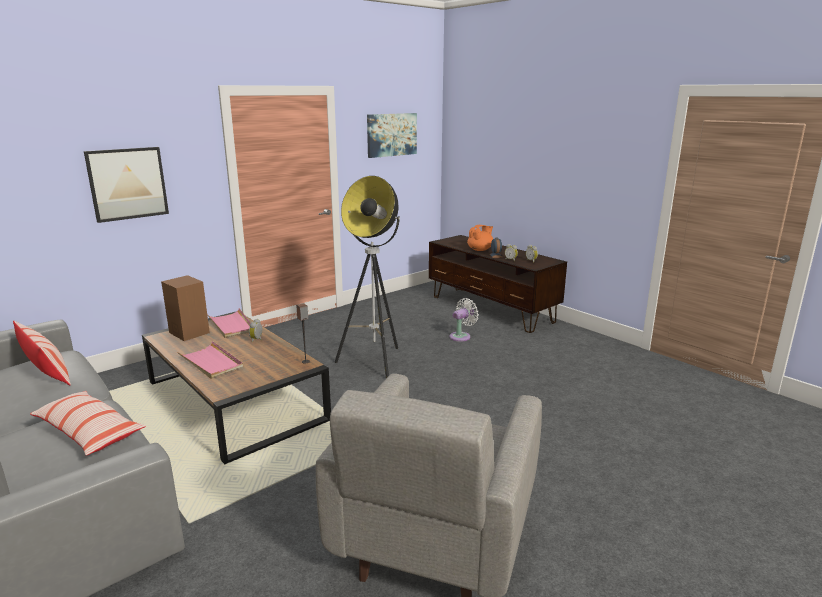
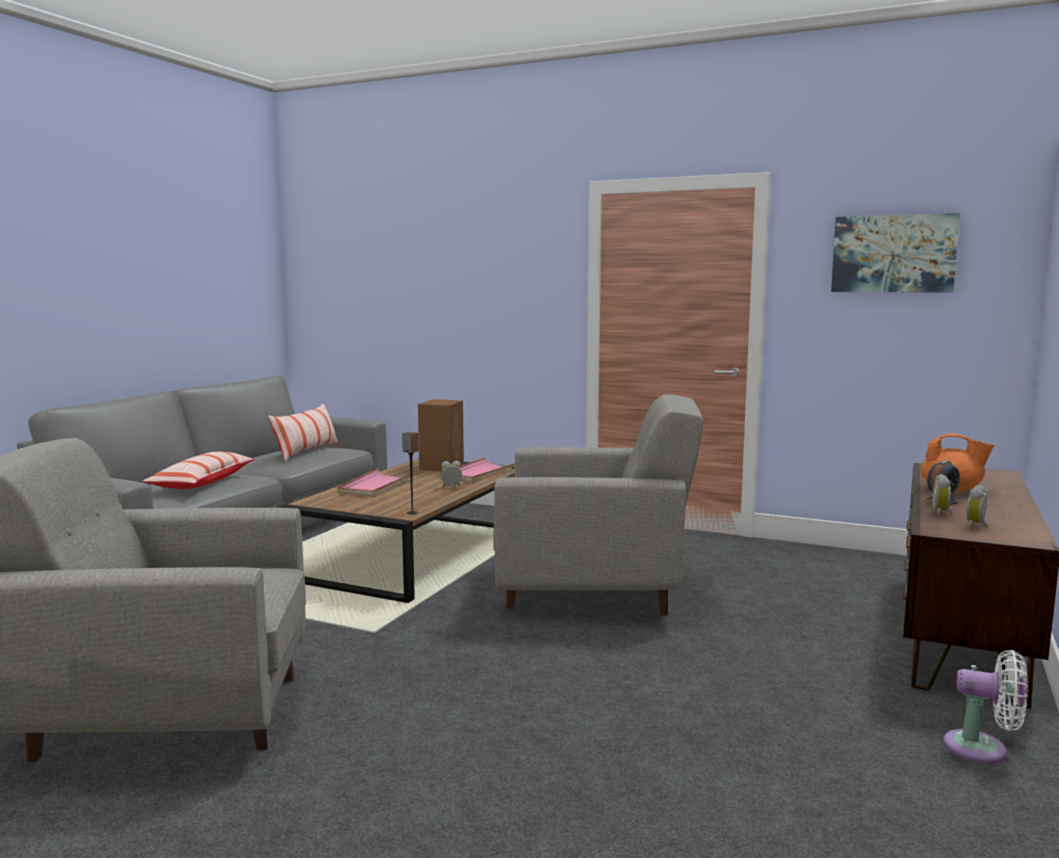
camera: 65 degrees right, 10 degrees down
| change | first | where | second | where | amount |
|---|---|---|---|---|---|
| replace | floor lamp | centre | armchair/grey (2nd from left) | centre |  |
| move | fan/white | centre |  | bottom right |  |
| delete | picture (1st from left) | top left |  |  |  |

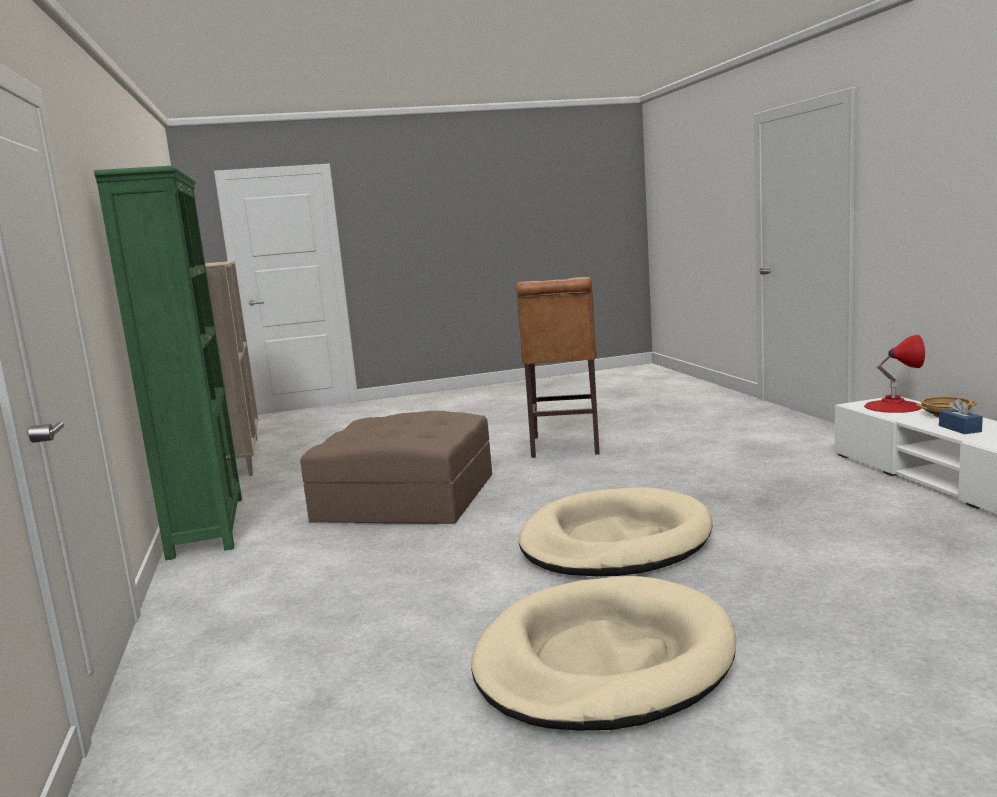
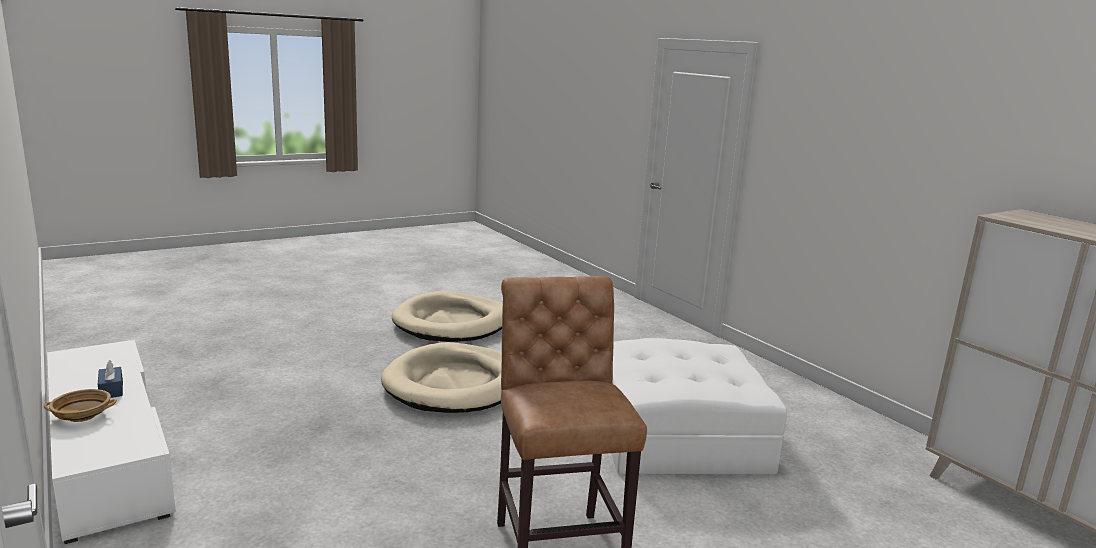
camera: 160 degrees right, 5 degrees up
| change | first | where | second | where | amount |
|---|---|---|---|---|---|
| recolor | ottoman/brown | centre | ottoman/white | bottom centre |  |
| delete | bookcase/green | middle left |  |  |  |
| delete | table lamp/red | middle right |  |  |  |

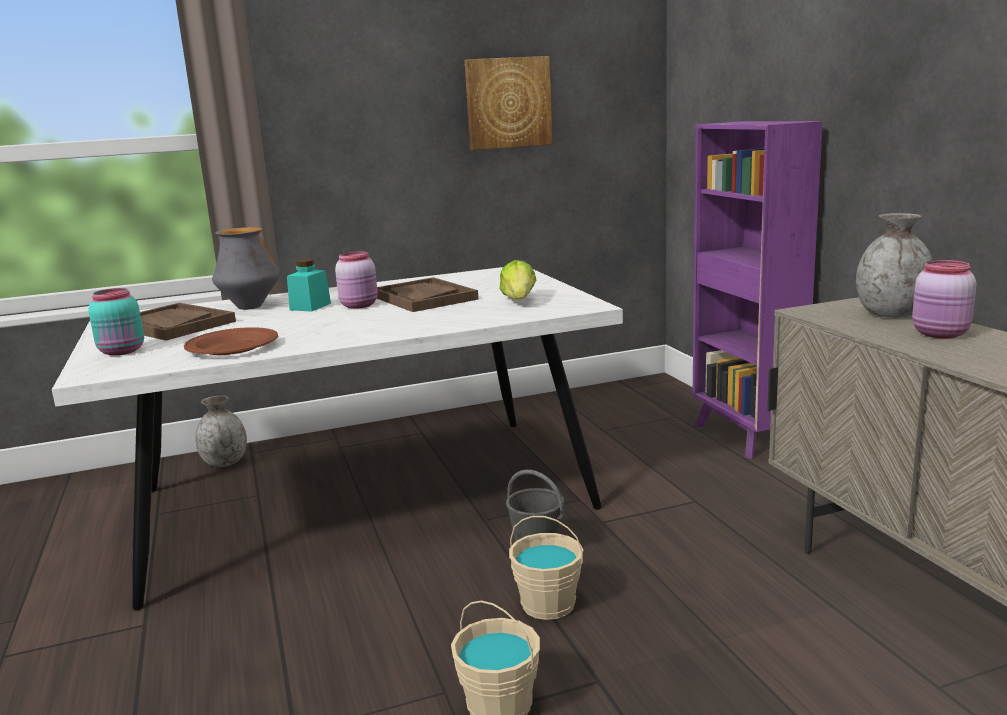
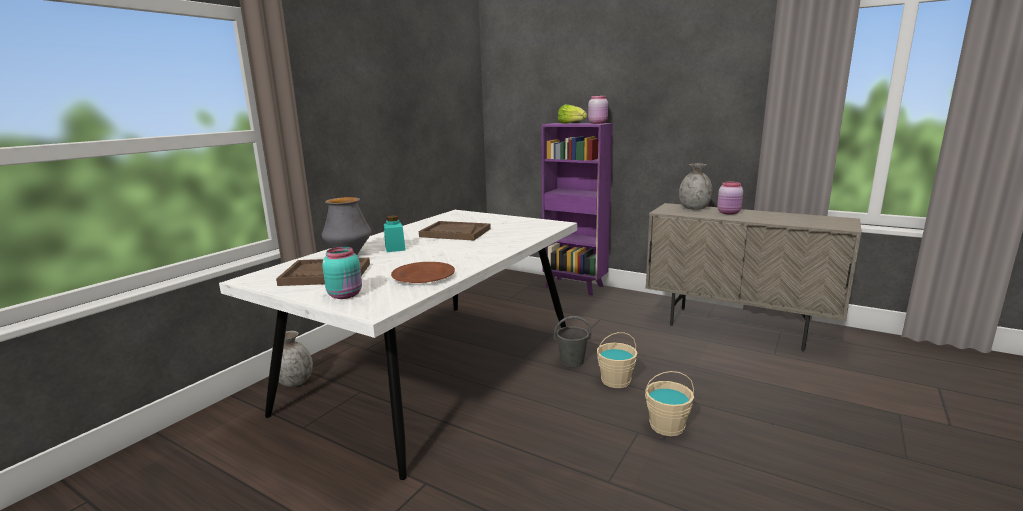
camera: 40 degrees left, 0 degrees up
| change | first | where | second | where | amount |
|---|---|---|---|---|---|
| move | lettuce | centre |  | top centre |  |
| move | jar/pink (1st from left) | centre |  | top centre |  |
| delete | picture | top centre |  |  |  |

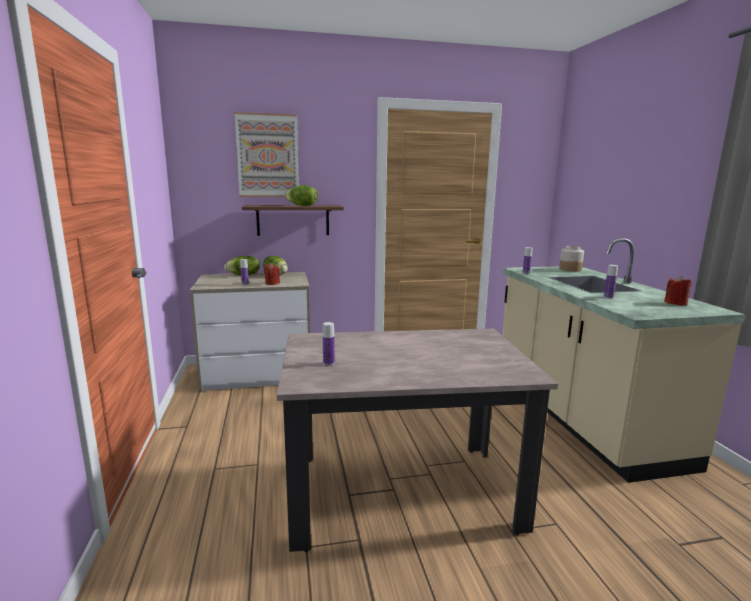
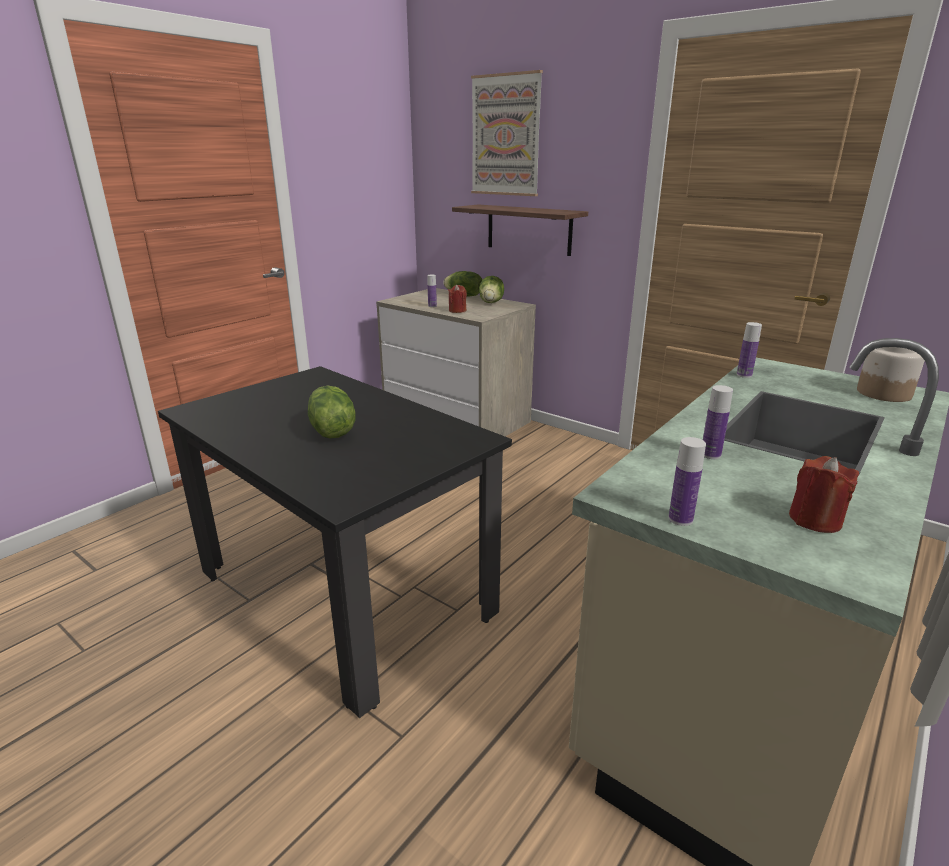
camera: 50 degrees right, 10 degrees up
| change | first | where | second | where | amount |
|---|---|---|---|---|---|
| recolor | dining table/beige | bottom centre | dining table/black | centre |  |
| move | lettuce (3rd from left in the first image) | top centre | lettuce (1st from left) | centre |  |
| move | bottle (2nd from left) | centre |  | middle right |  |

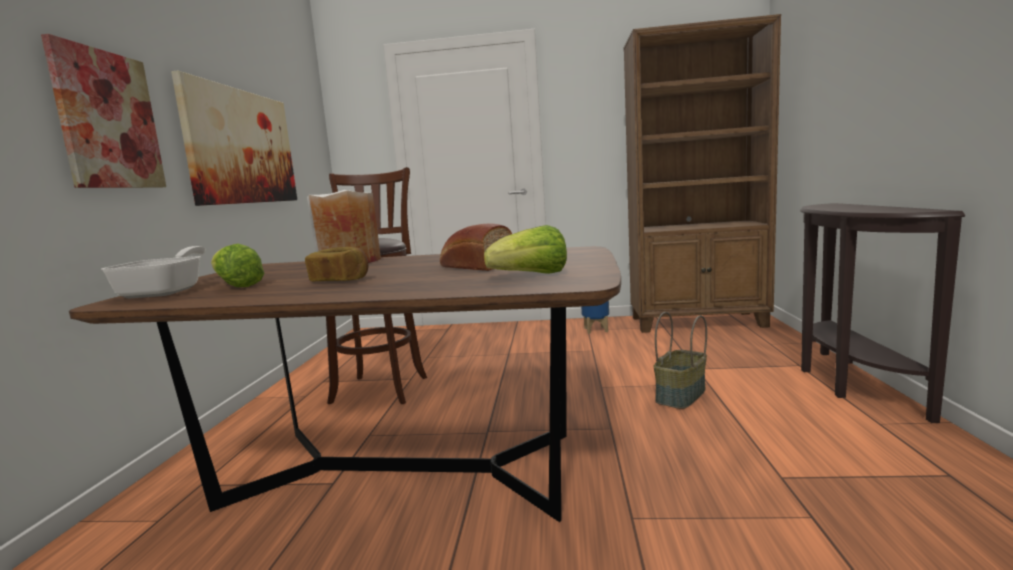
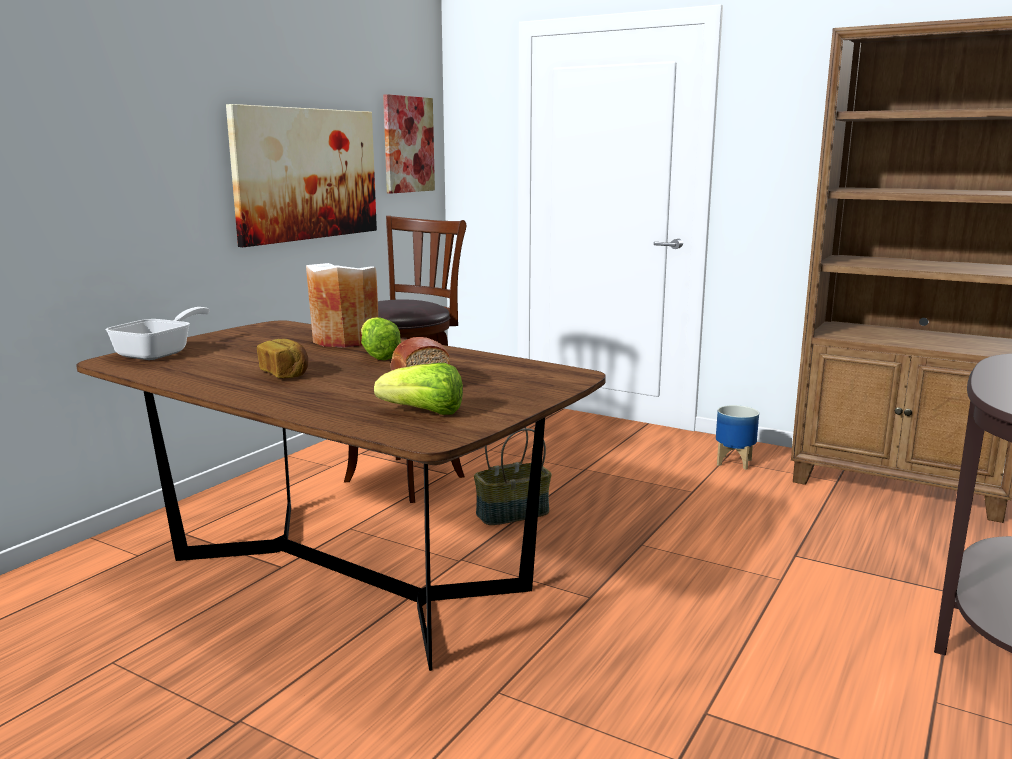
camera: 25 degrees right, 5 degrees up
| change | first | where | second | where | amount |
|---|---|---|---|---|---|
| move | lettuce (1st from left) | middle left |  | centre |  |
| move | picture (1st from left in the first image) | top left | picture (2nd from left) | top centre |  |
| move | basket | middle right |  | centre |  |

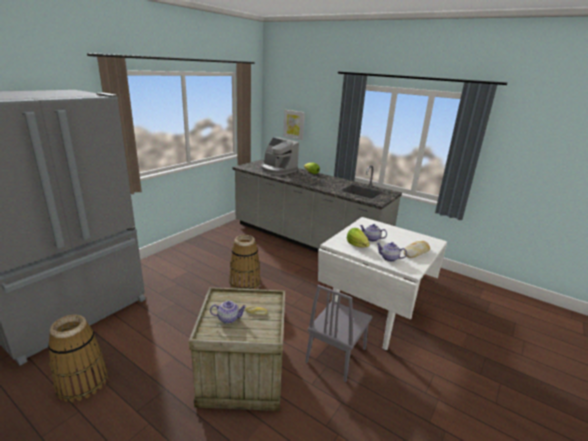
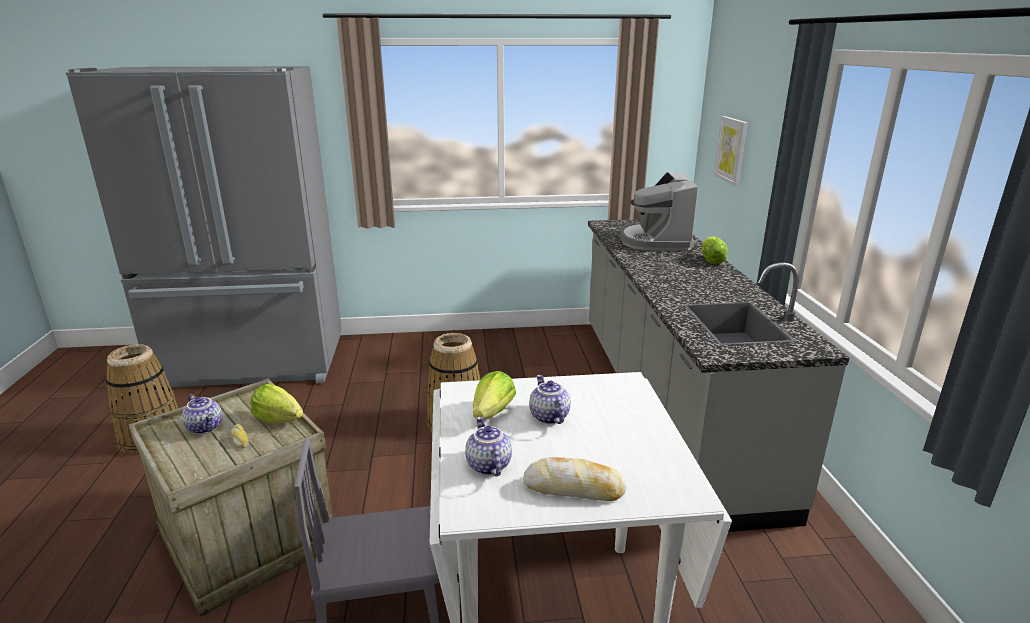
camera: 50 degrees right, 0 degrees up
| change | first | where | second | where | amount |
|---|---|---|---|---|---|
| insert |  |  | lettuce (1st from left) | middle left |  |

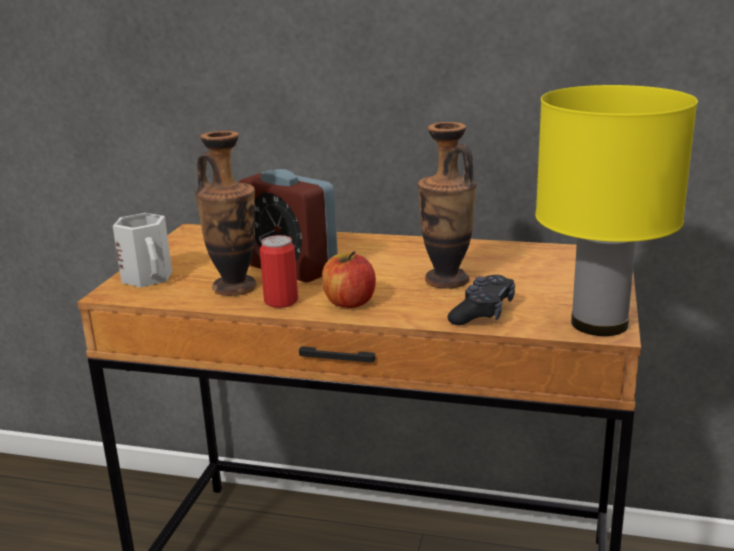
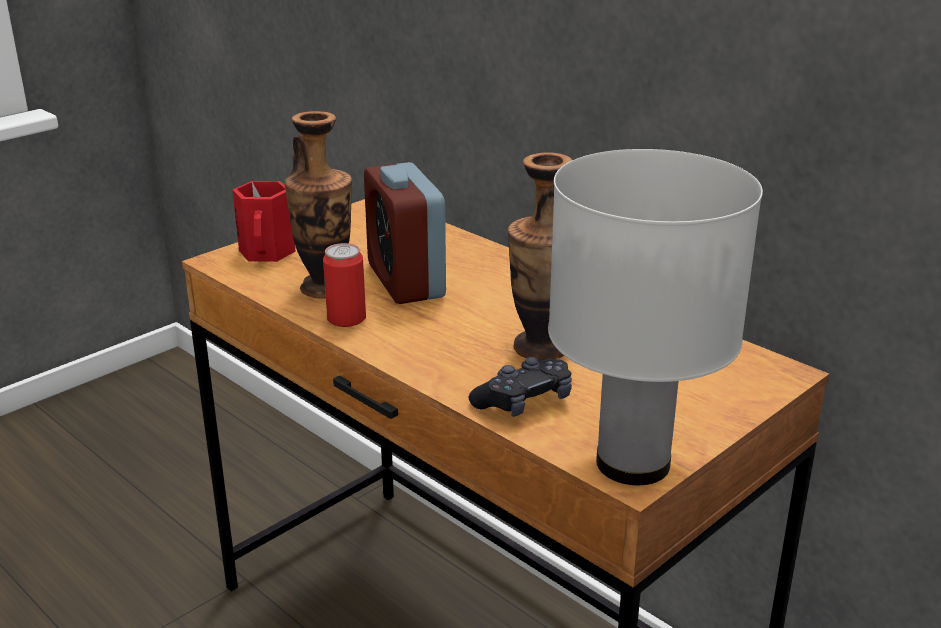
camera: 30 degrees right, 5 degrees up
| change | first | where | second | where | amount |
|---|---|---|---|---|---|
| recolor | mug/white | middle left | mug/red | middle left |  |
| recolor | table lamp/yellow | middle right | table lamp/white | middle right |  |
| delete | apple | centre |  |  |  |

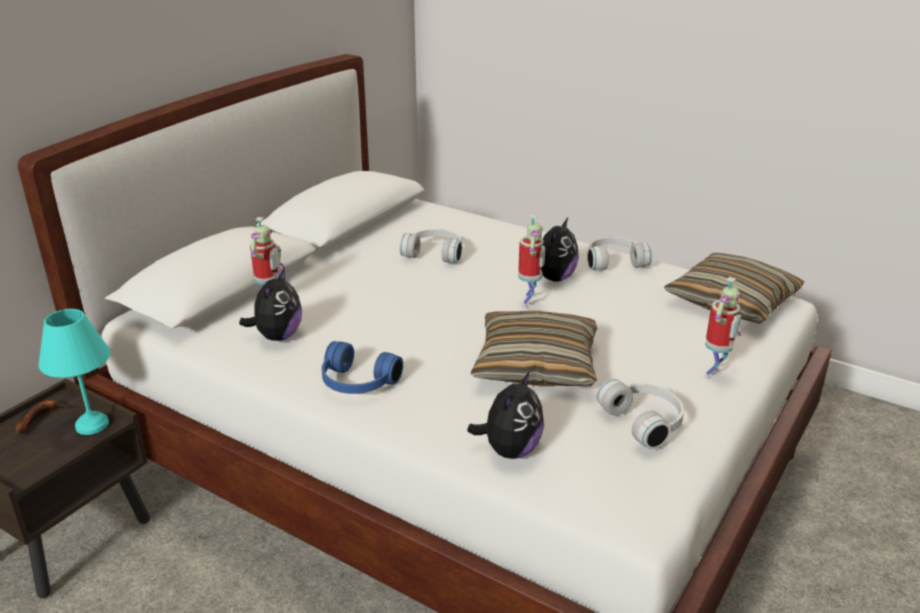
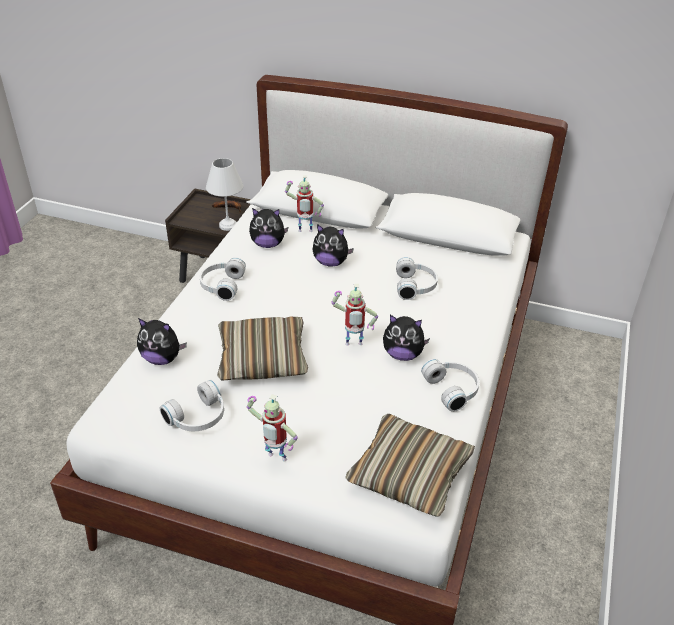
camera: 75 degrees right, 10 degrees up
| change | first | where | second | where | amount |
|---|---|---|---|---|---|
| recolor | headphones/blue | centre | headphones/white (2nd from left) | middle left |  |
| recolor | table lamp/turquoise | middle left | table lamp/white | top left |  |
| insert |  |  | plush toy (3rd from left) | centre |  |

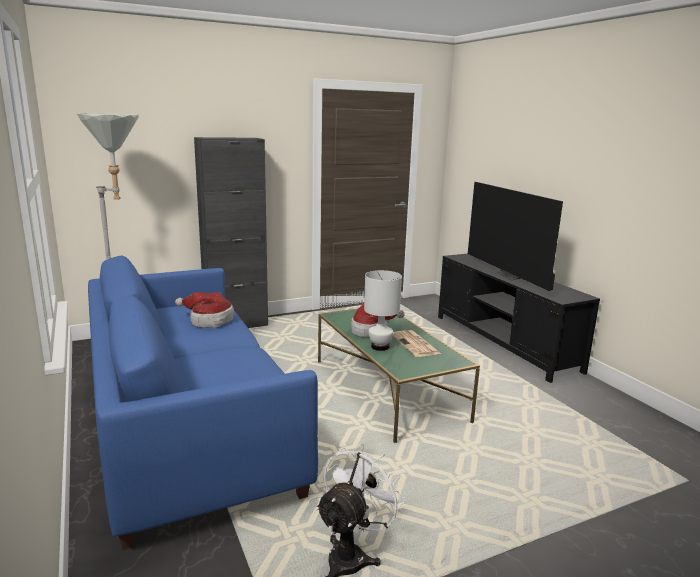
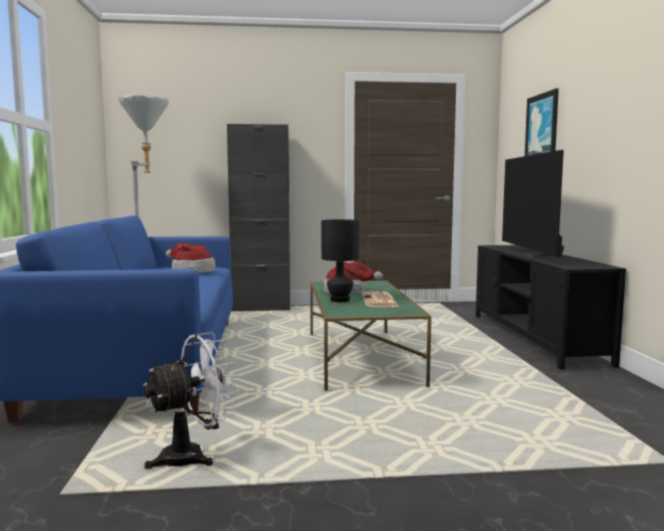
camera: 20 degrees right, 10 degrees down
| change | first | where | second | where | amount |
|---|---|---|---|---|---|
| recolor | table lamp/white | centre | table lamp/black | centre |  |
| insert |  |  | picture | top right |  |

